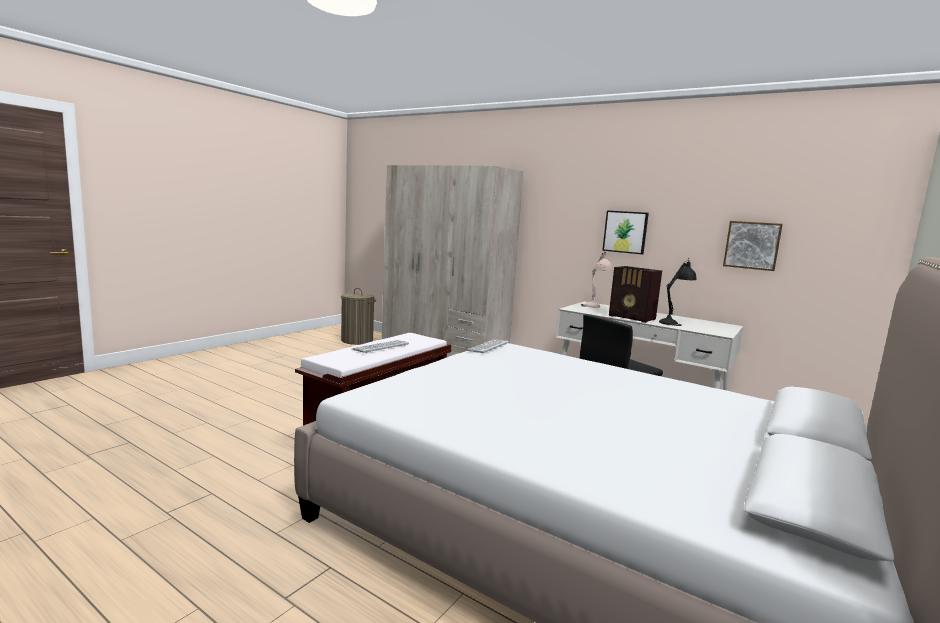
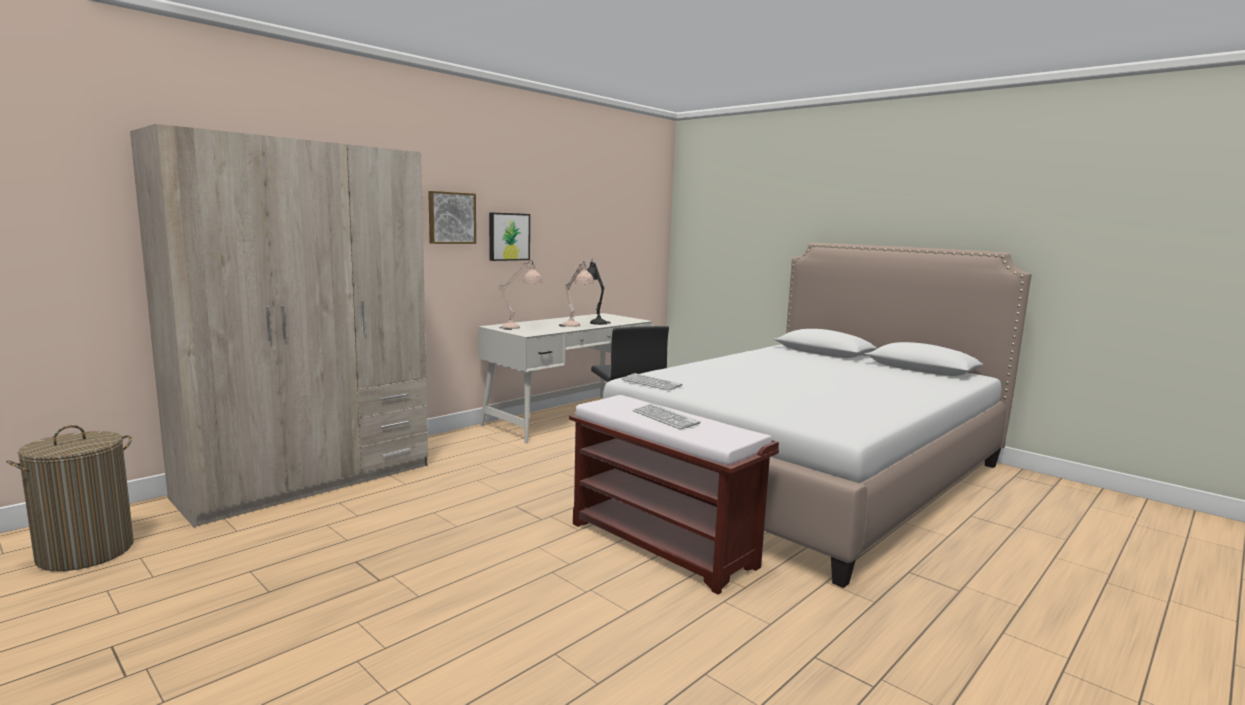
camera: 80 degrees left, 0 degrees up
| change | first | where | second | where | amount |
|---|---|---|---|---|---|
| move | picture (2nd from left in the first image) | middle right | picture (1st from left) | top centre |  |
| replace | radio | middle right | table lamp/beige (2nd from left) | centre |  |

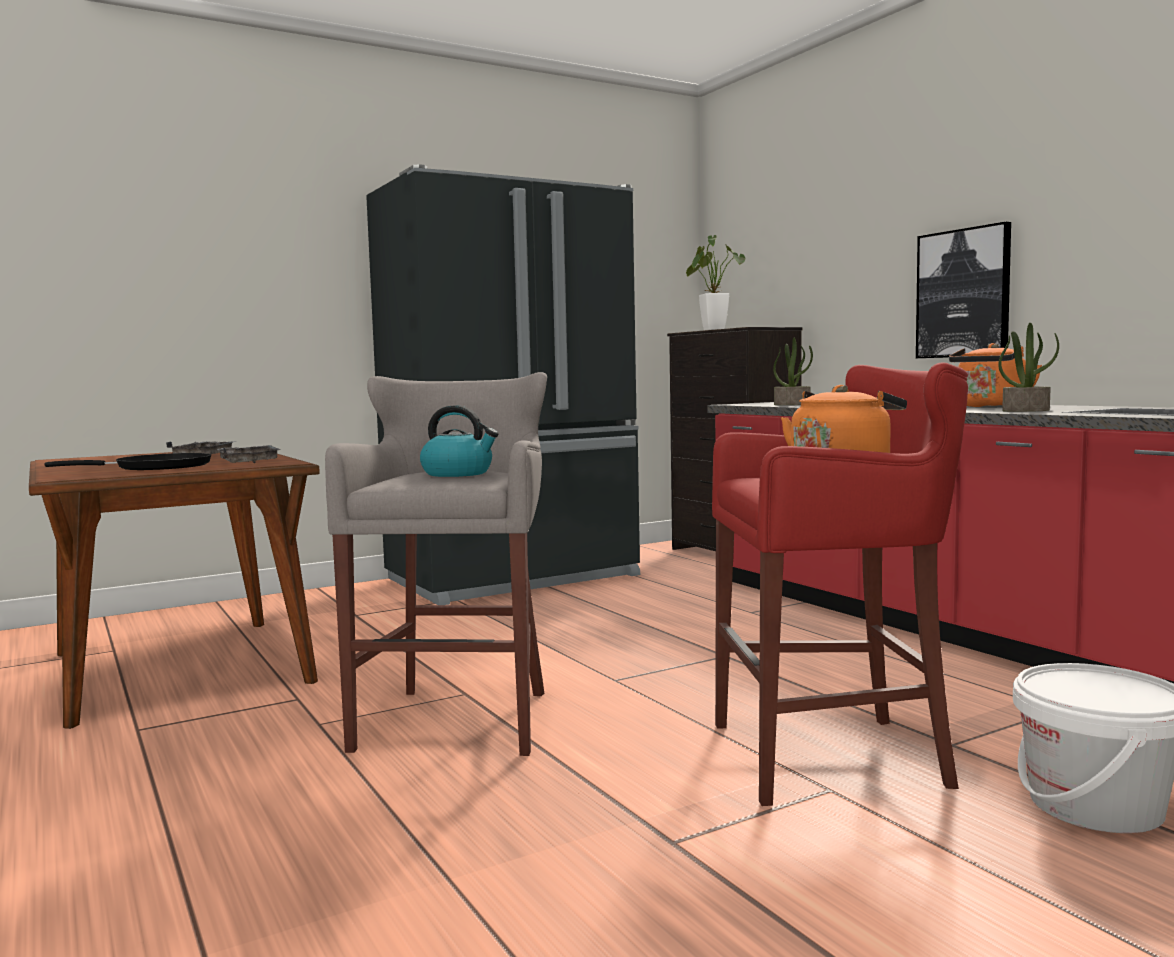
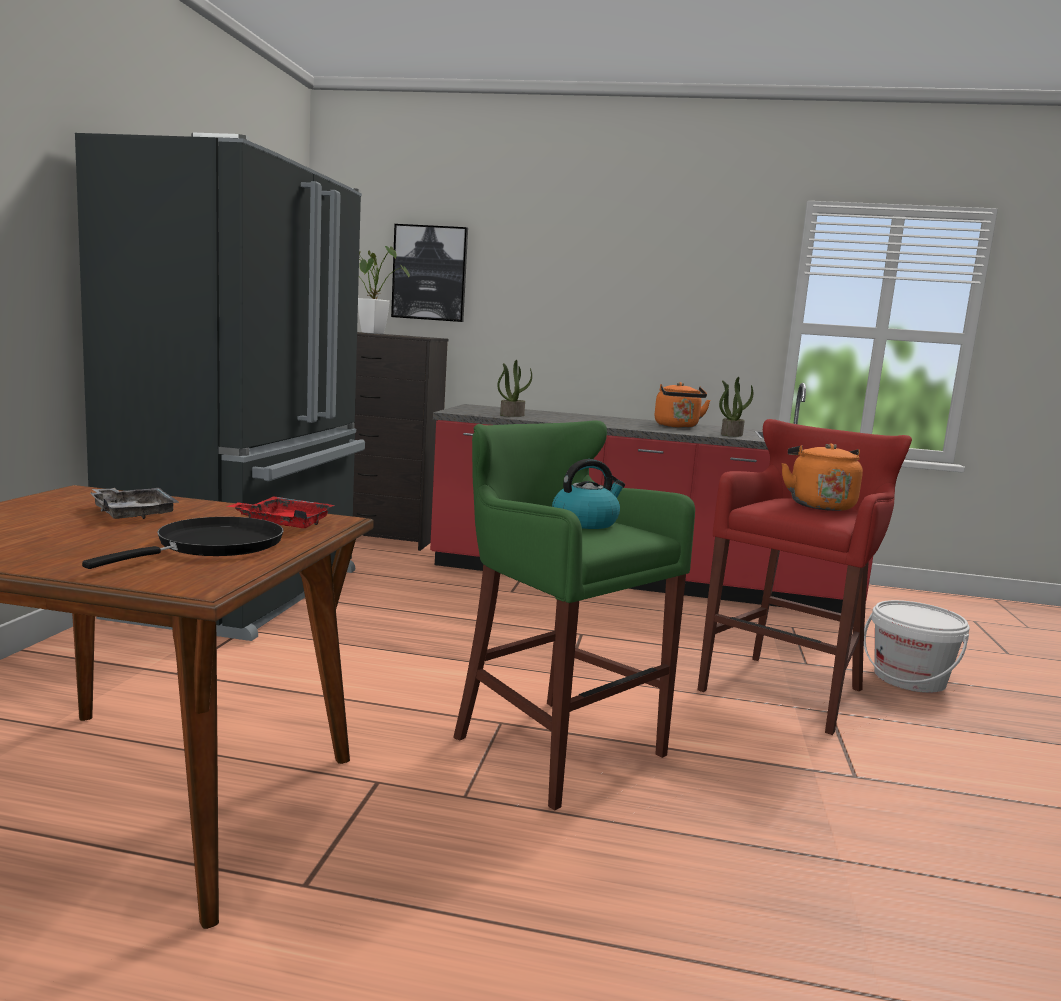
camera: 50 degrees left, 5 degrees up
| change | first | where | second | where | amount |
|---|---|---|---|---|---|
| recolor | tray/grey (2nd from left) | middle left | tray/red | middle left |  |
| move | picture | top right |  | top centre |  |
| recolor | stool/grey | centre | stool/green | centre |  |

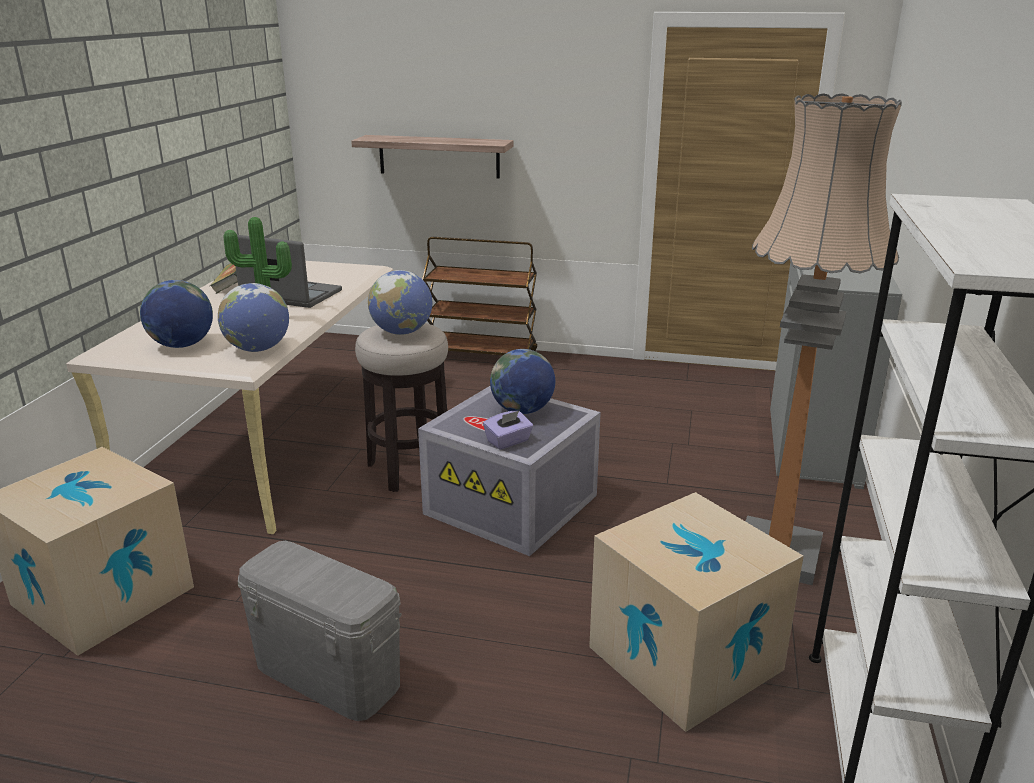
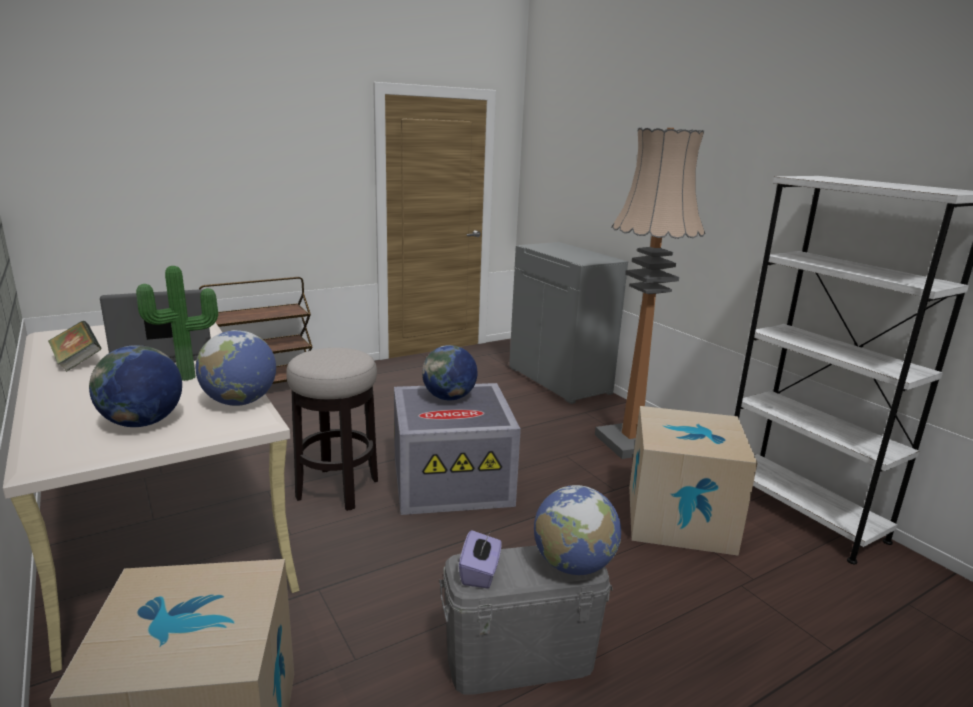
camera: 45 degrees left, 5 degrees down
| change | first | where | second | where | amount |
|---|---|---|---|---|---|
| move | tissue box/purple | centre |  | bottom centre |  |
| move | globe (3rd from left in the first image) | centre | globe (4th from left) | bottom centre |  |
| delete | shelf | top centre |  |  |  |

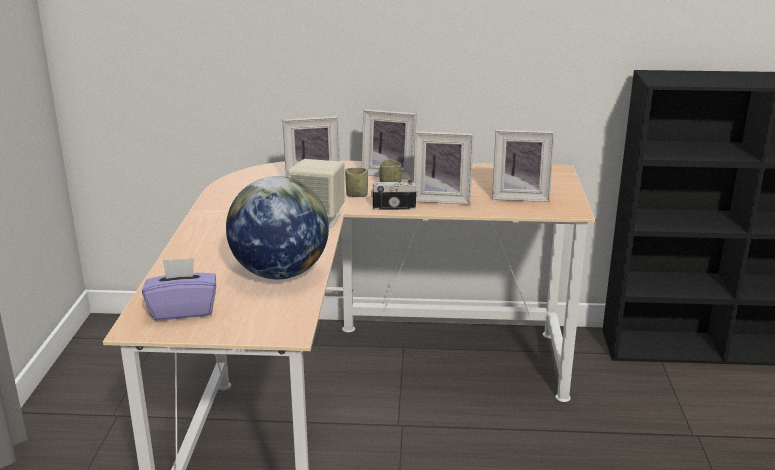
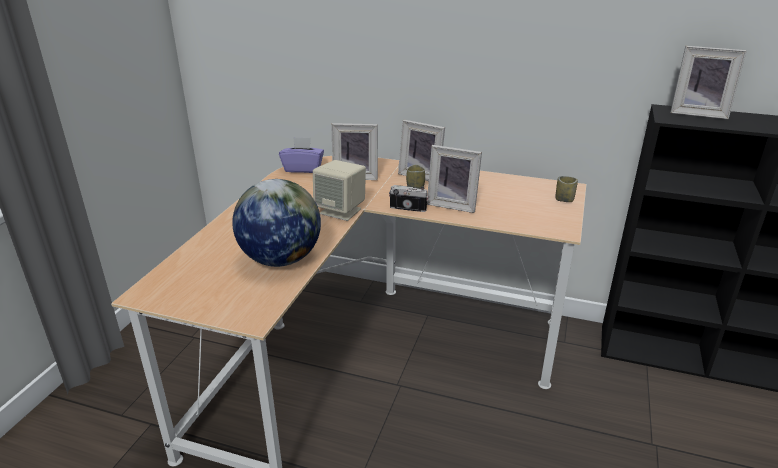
camera: 15 degrees right, 5 degrees up
| change | first | where | second | where | amount |
|---|---|---|---|---|---|
| move | tissue box/purple | middle left |  | top centre |  |
| move | cup (1st from left in the first image) | centre | cup (2nd from left) | middle right |  |
| move | picture frame (4th from left) | middle right |  | top right |  |

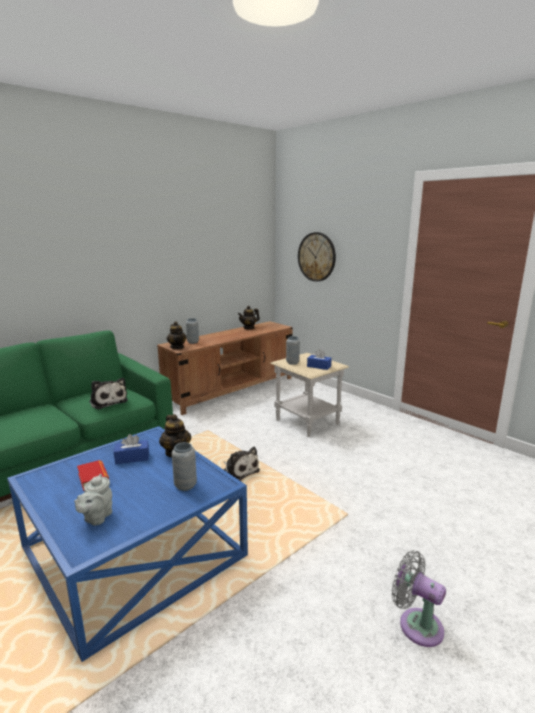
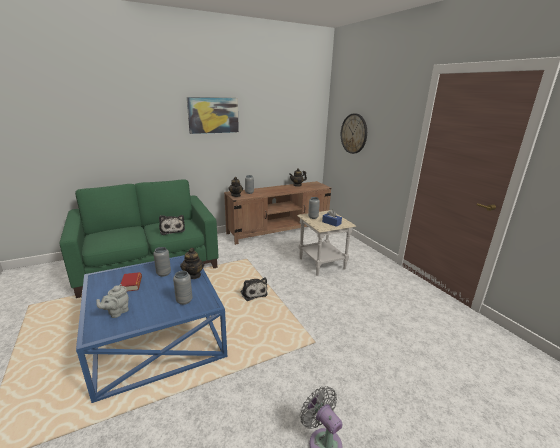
camera: 15 degrees right, 5 degrees up
| change | first | where | second | where | amount |
|---|---|---|---|---|---|
| replace | tissue box/blue (1st from left) | middle left | vase/grey (1st from left) | middle left |  |
| insert |  |  | picture | top centre |  |

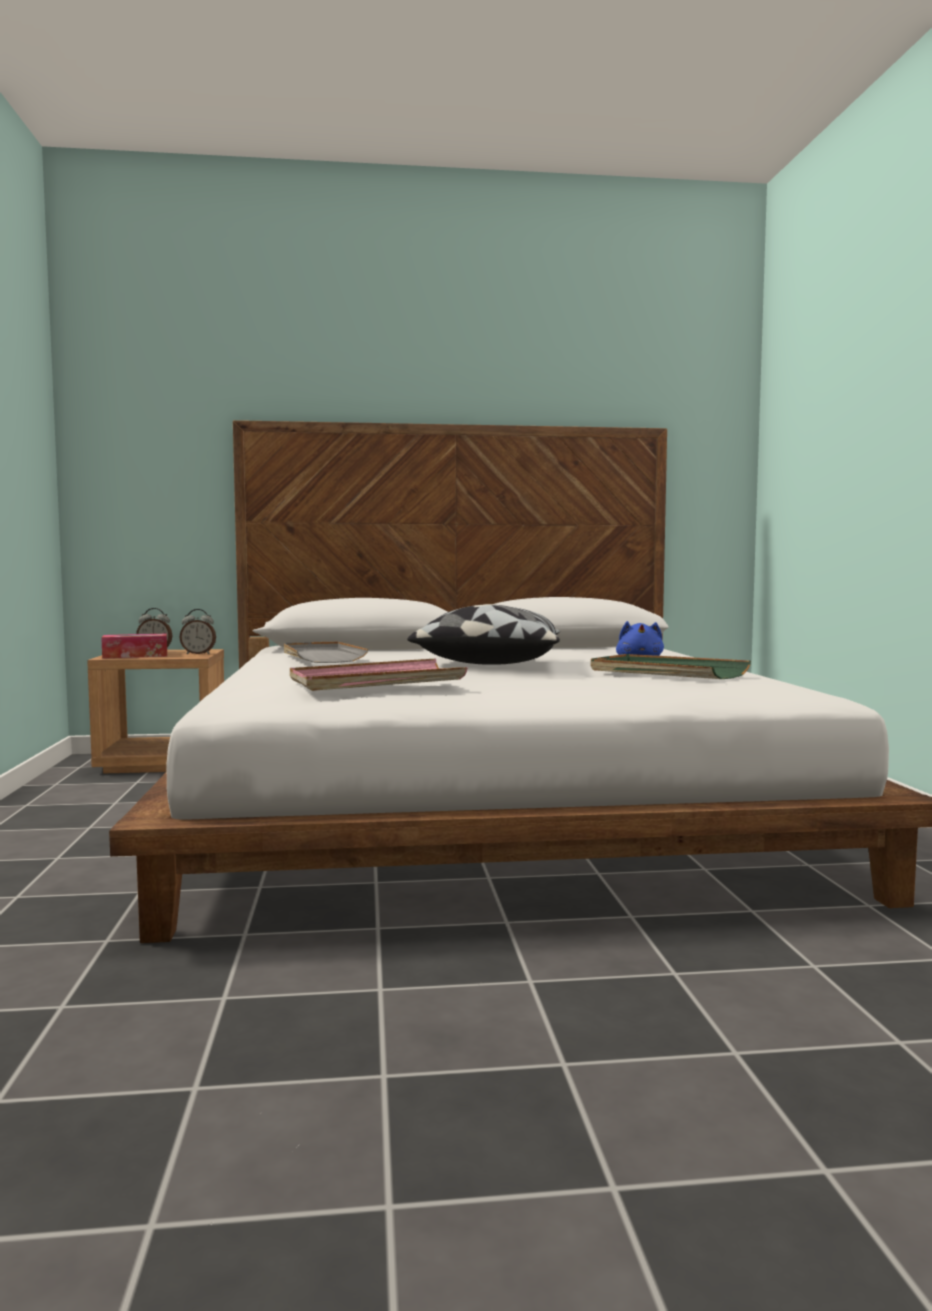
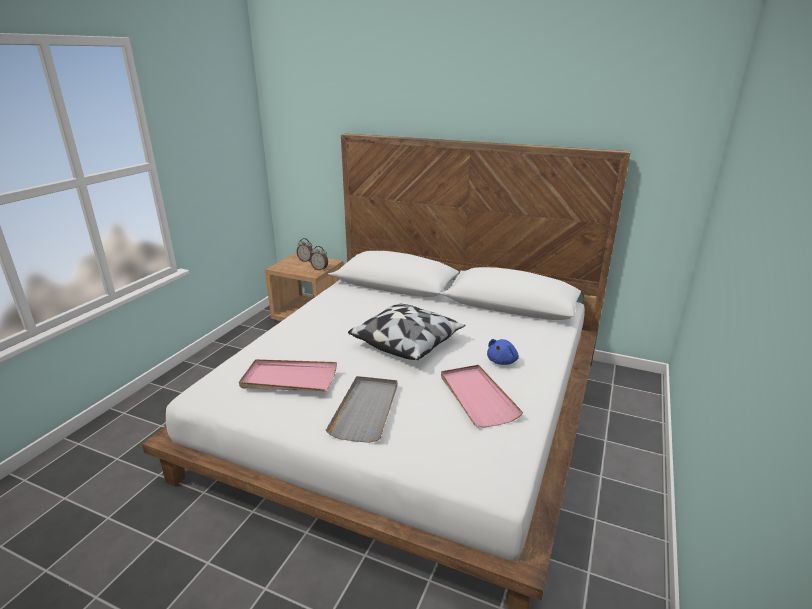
camera: 30 degrees right, 20 degrees up
| change | first | where | second | where | amount |
|---|---|---|---|---|---|
| move | tray/grey | centre |  | bottom centre |  |
| recolor | tray/green | middle right | tray/pink (2nd from left) | centre |  |
| delete | tissue box | middle left |  |  |  |

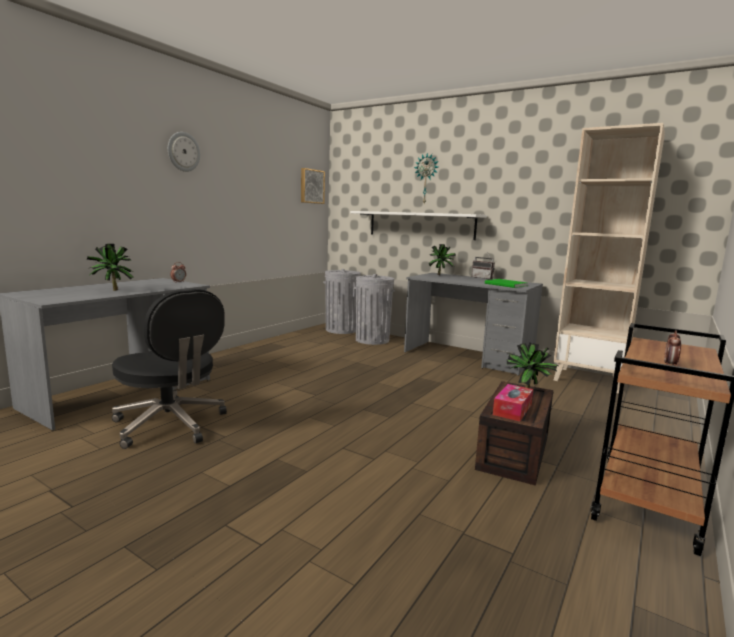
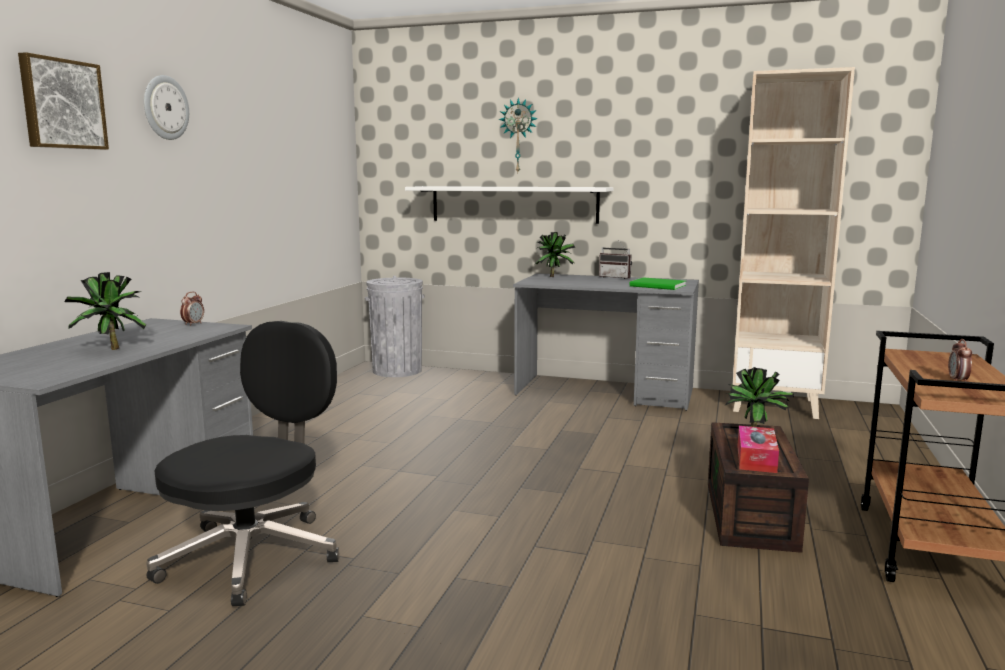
camera: 15 degrees left, 0 degrees up
| change | first | where | second | where | amount |
|---|---|---|---|---|---|
| move | picture | top centre |  | top left |  |
| rotate | office chair/black | middle left |  | bottom left | 90 degrees counterclockwise |
| delete | trash can/grey (2nd from left) | centre |  |  |  |

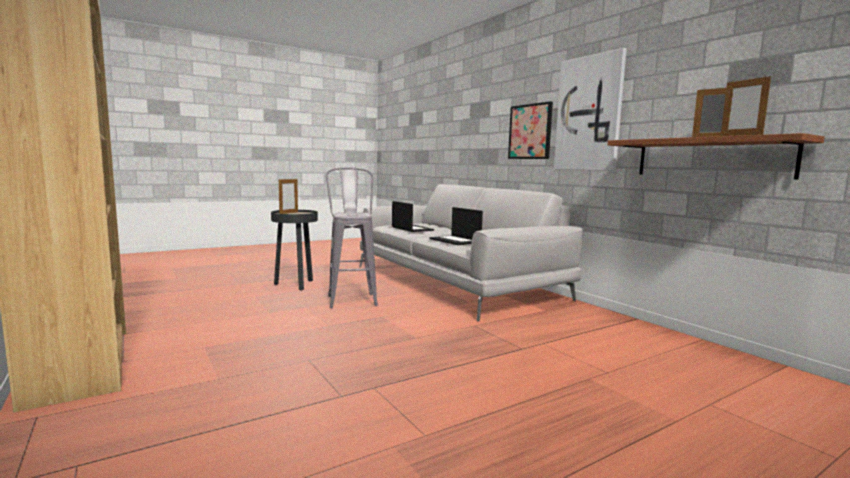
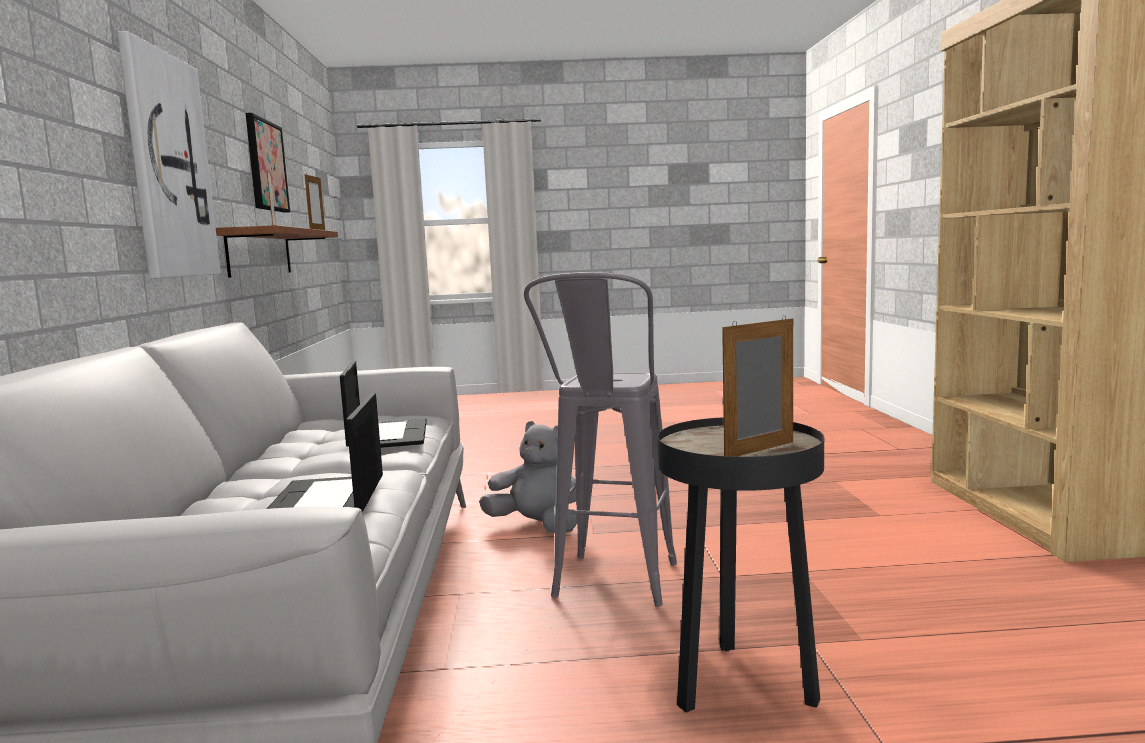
camera: 150 degrees left, 0 degrees up
| change | first | where | second | where | amount |
|---|---|---|---|---|---|
| move | picture (1st from left in the first image) | top centre | picture (2nd from left) | top left |  |
| insert |  |  | plush toy/grey | centre |  |

